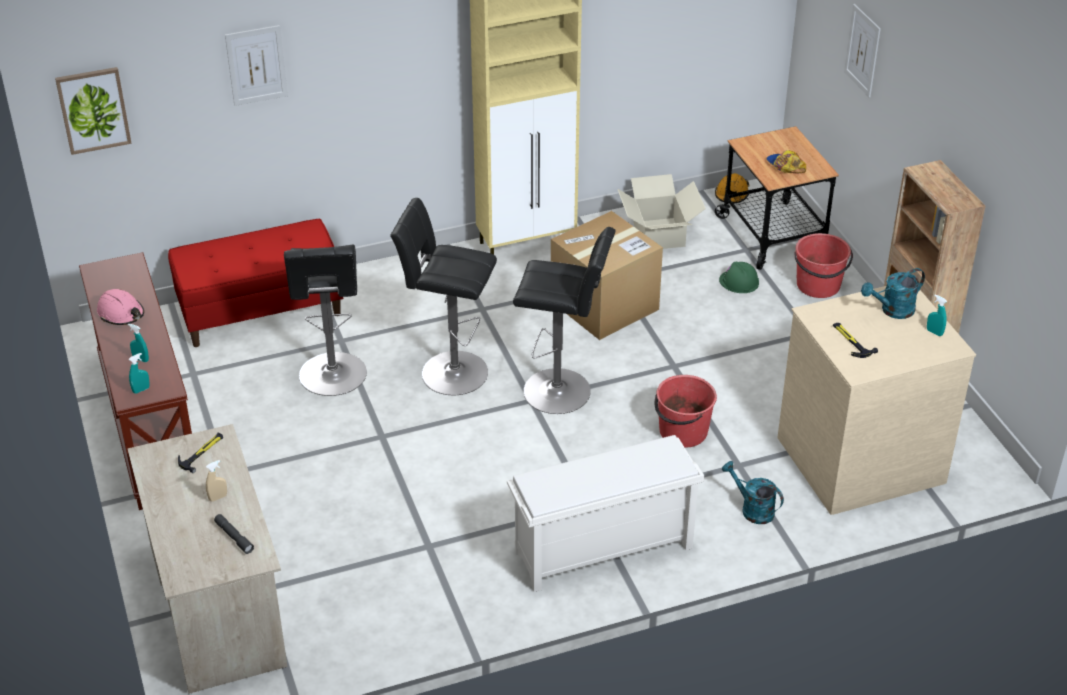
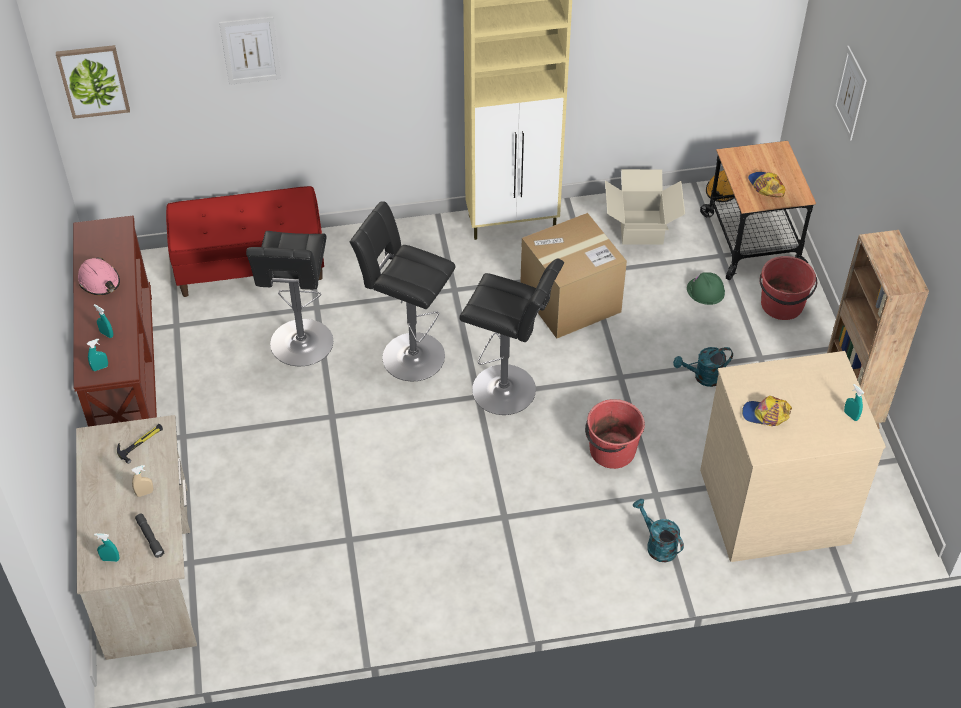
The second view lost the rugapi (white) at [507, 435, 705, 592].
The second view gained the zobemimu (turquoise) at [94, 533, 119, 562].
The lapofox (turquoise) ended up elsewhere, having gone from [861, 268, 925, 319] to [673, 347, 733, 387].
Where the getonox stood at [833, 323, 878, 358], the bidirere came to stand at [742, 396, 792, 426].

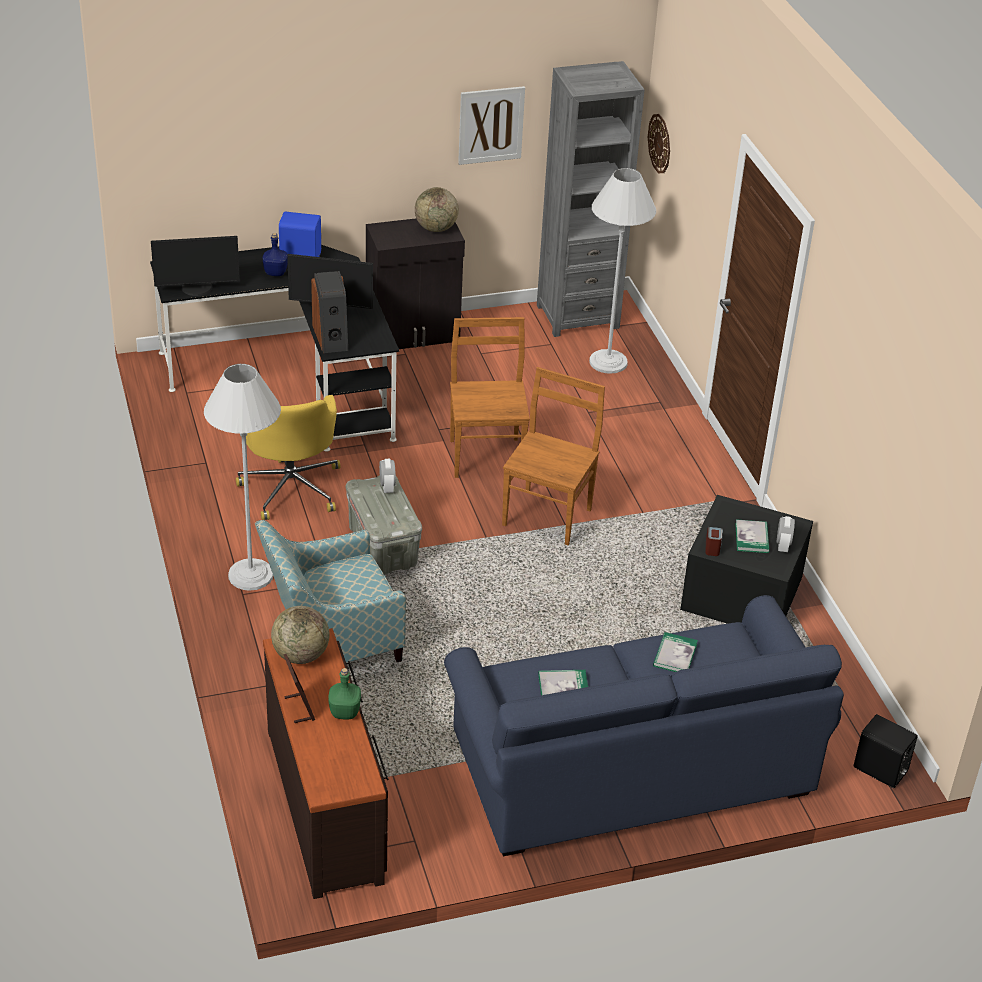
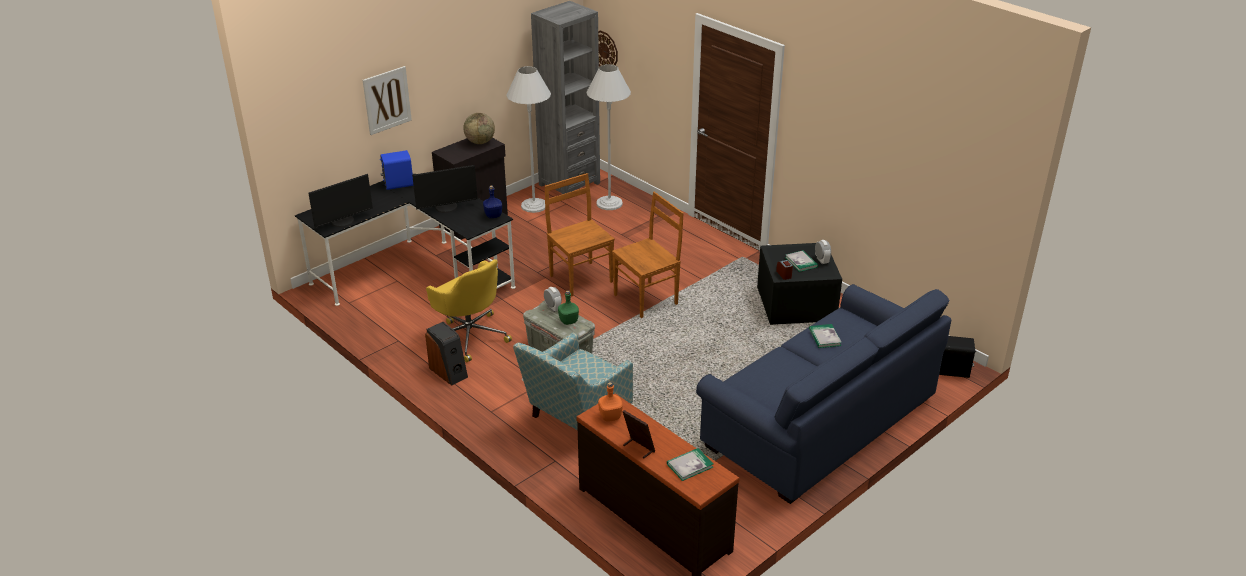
The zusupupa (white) ended up elsewhere, having gone from [204, 364, 281, 591] to [507, 66, 551, 213].
The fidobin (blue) ended up elsewhere, having gone from [263, 233, 288, 276] to [483, 185, 502, 218].
The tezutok ended up elsewhere, having gone from [311, 271, 348, 353] to [425, 322, 468, 385].
The fidobin (green) ended up elsewhere, having gone from [328, 668, 361, 720] to [558, 291, 579, 325].
The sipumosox ended up elsewhere, having gone from [458, 86, 525, 165] to [363, 66, 412, 135].
The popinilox ended up elsewhere, having gone from [538, 670, 588, 695] to [667, 448, 714, 481].
Where the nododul stood at [271, 606, 330, 664], the fidobin (orange) came to stand at [598, 382, 623, 421].
The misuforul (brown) at [502, 367, 605, 545] ended up facing another way, 60 degrees clockwise from before.

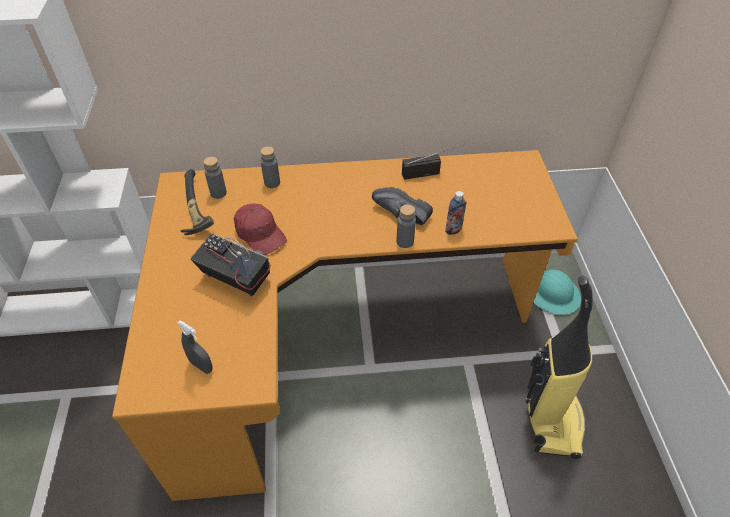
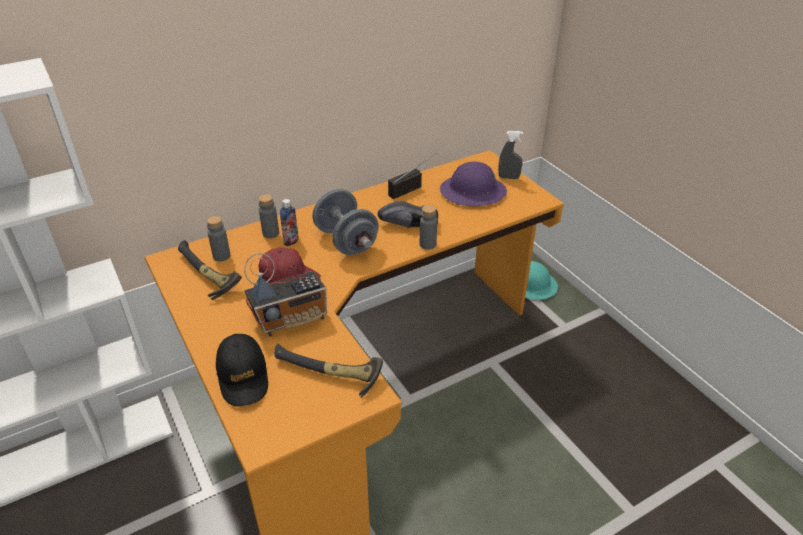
The second view lost the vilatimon at [525, 276, 593, 459].
The second view gained the bidirere (black) at [216, 334, 268, 406].
The second view gained the getonox at [274, 344, 383, 398].
The second view gained the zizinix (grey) at [313, 189, 379, 255].
The second view gained the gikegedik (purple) at [440, 161, 507, 206].
The zobemimu (grey) ended up elsewhere, having gone from [178, 320, 213, 374] to [498, 131, 523, 179].
The fidobin ended up elsewhere, having gone from [445, 191, 467, 235] to [280, 199, 299, 246].
The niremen at [190, 233, 271, 296] ended up facing another way, 150 degrees clockwise from before.

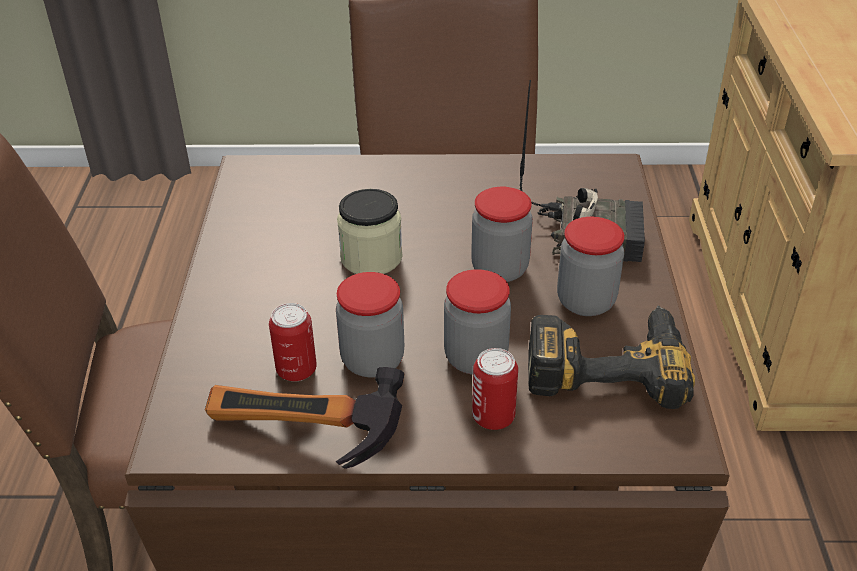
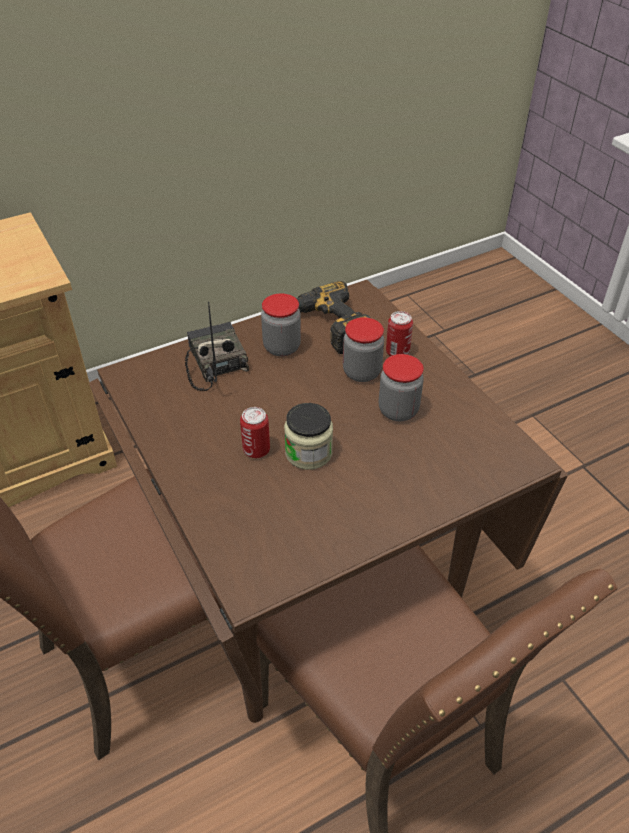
The second view lost the getonox at [205, 367, 404, 469].
The second view lost the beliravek at [471, 187, 533, 282].
The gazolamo ended up elsewhere, having gone from [269, 303, 317, 382] to [240, 407, 270, 458].

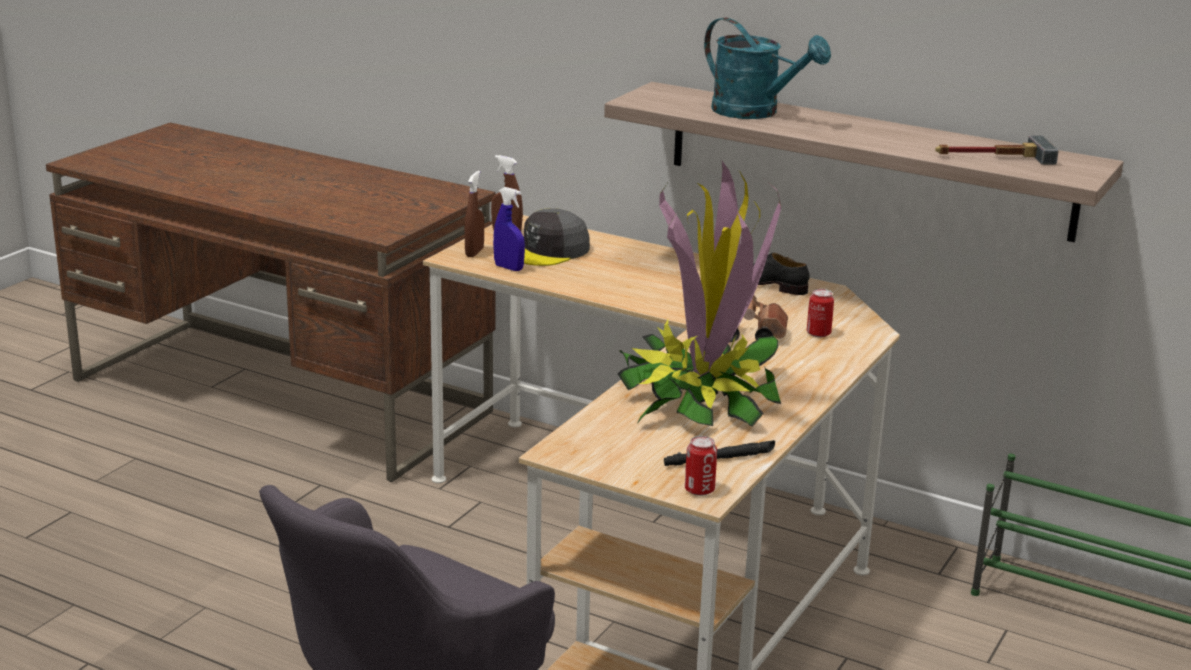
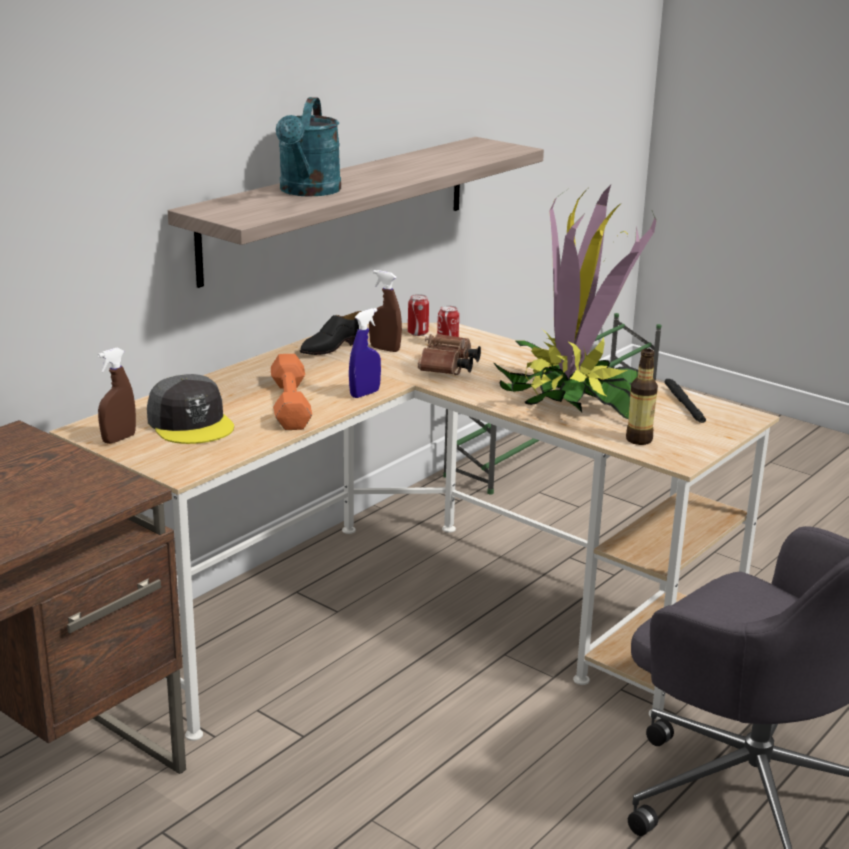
The second view lost the getonox at [935, 136, 1059, 165].
The second view gained the zizinix (orange) at [271, 354, 312, 430].
The second view gained the fidobin at [626, 348, 658, 445].
The zobemimu (brown) ended up elsewhere, having gone from [465, 171, 484, 257] to [369, 270, 402, 352].
The zobemimu (blue) ended up elsewhere, having gone from [493, 187, 525, 271] to [349, 308, 381, 398].
The gazolamo ended up elsewhere, having gone from [685, 436, 717, 496] to [408, 294, 429, 336].
The lapofox (turquoise) at [704, 18, 831, 119] ended up facing another way, 135 degrees clockwise from before.

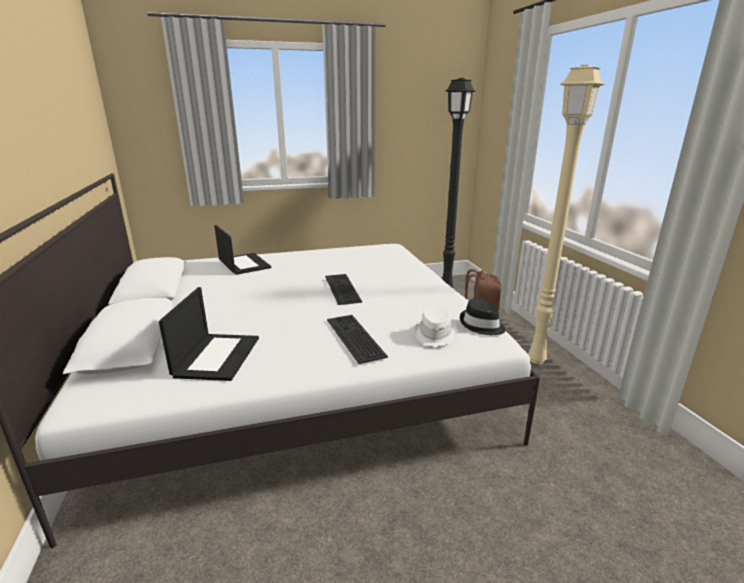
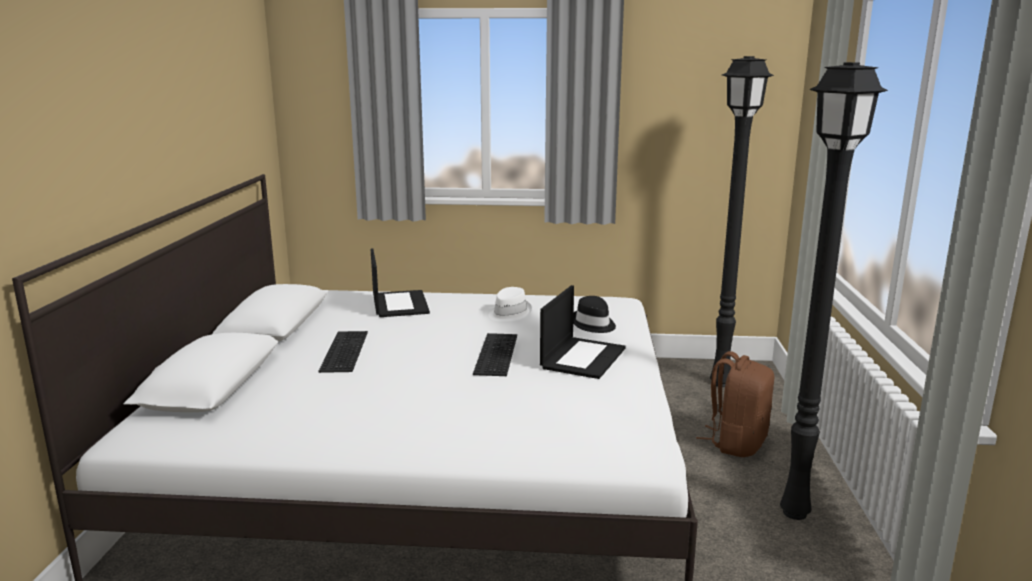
The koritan ended up elsewhere, having gone from [159, 287, 259, 381] to [540, 285, 626, 379].
The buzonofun ended up elsewhere, having gone from [327, 315, 388, 364] to [319, 331, 368, 373].
The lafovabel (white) ended up elsewhere, having gone from [414, 305, 457, 346] to [488, 287, 532, 322].
The lafovabel (black) ended up elsewhere, having gone from [460, 298, 505, 335] to [573, 296, 616, 333].
What was the zusupupa (beige) at [528, 65, 605, 364] turned into the zusupupa (black) at [780, 62, 888, 520].

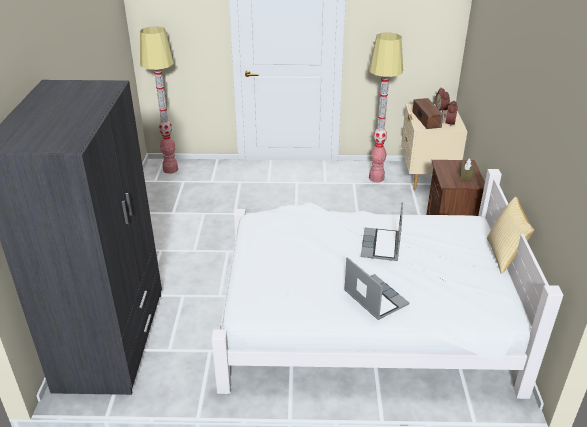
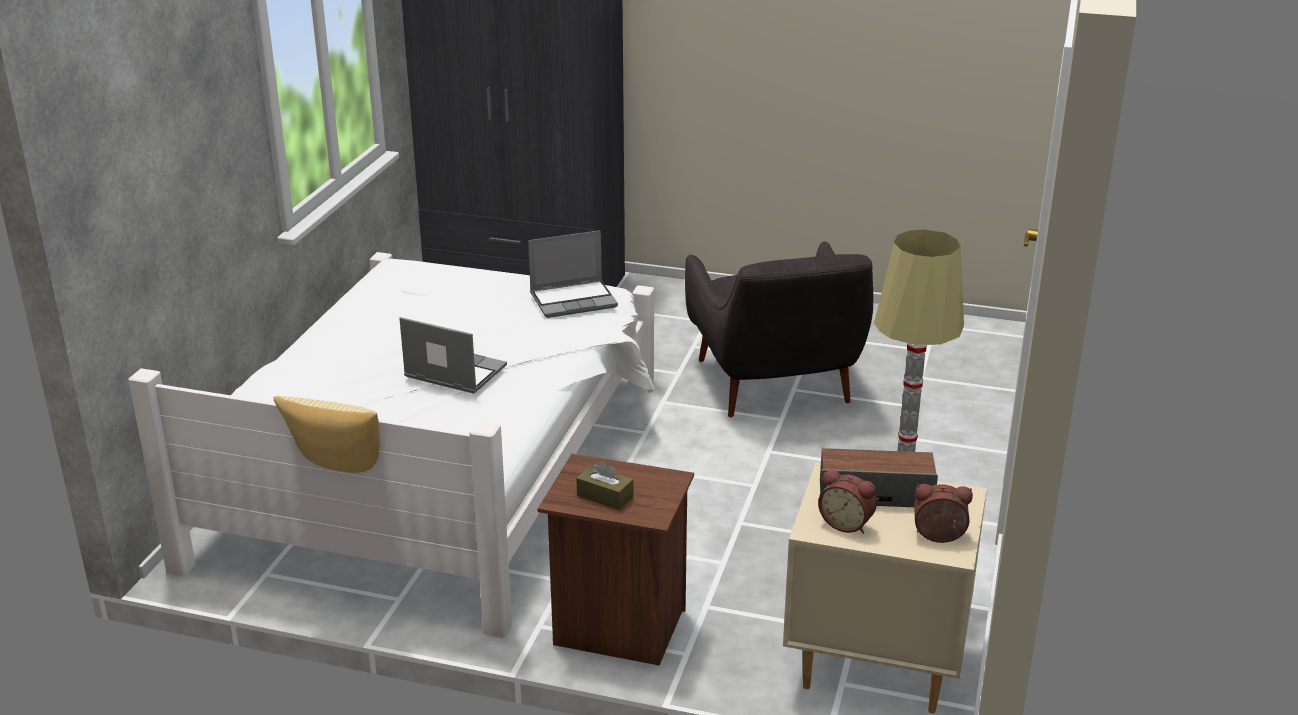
The second view lost the zusupupa at [140, 26, 178, 174].
The second view gained the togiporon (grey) at [685, 242, 873, 417].
The koritan ended up elsewhere, having gone from [344, 257, 409, 320] to [528, 230, 618, 318].

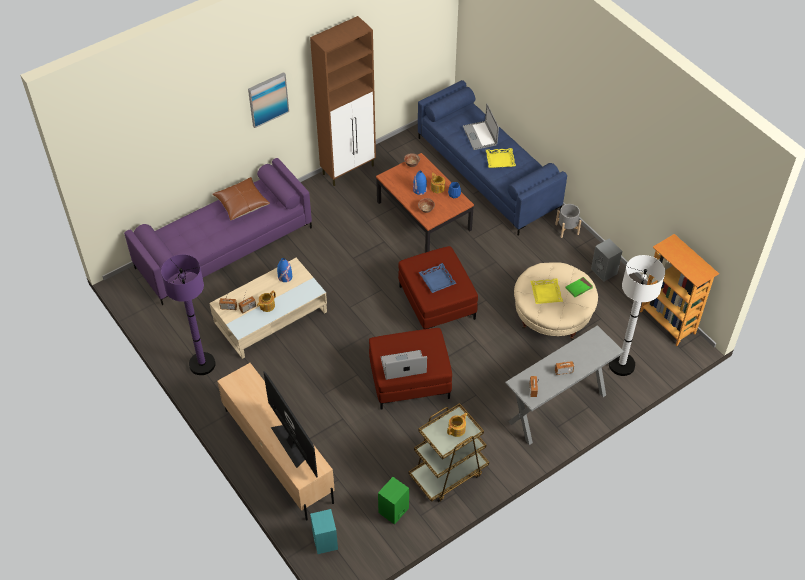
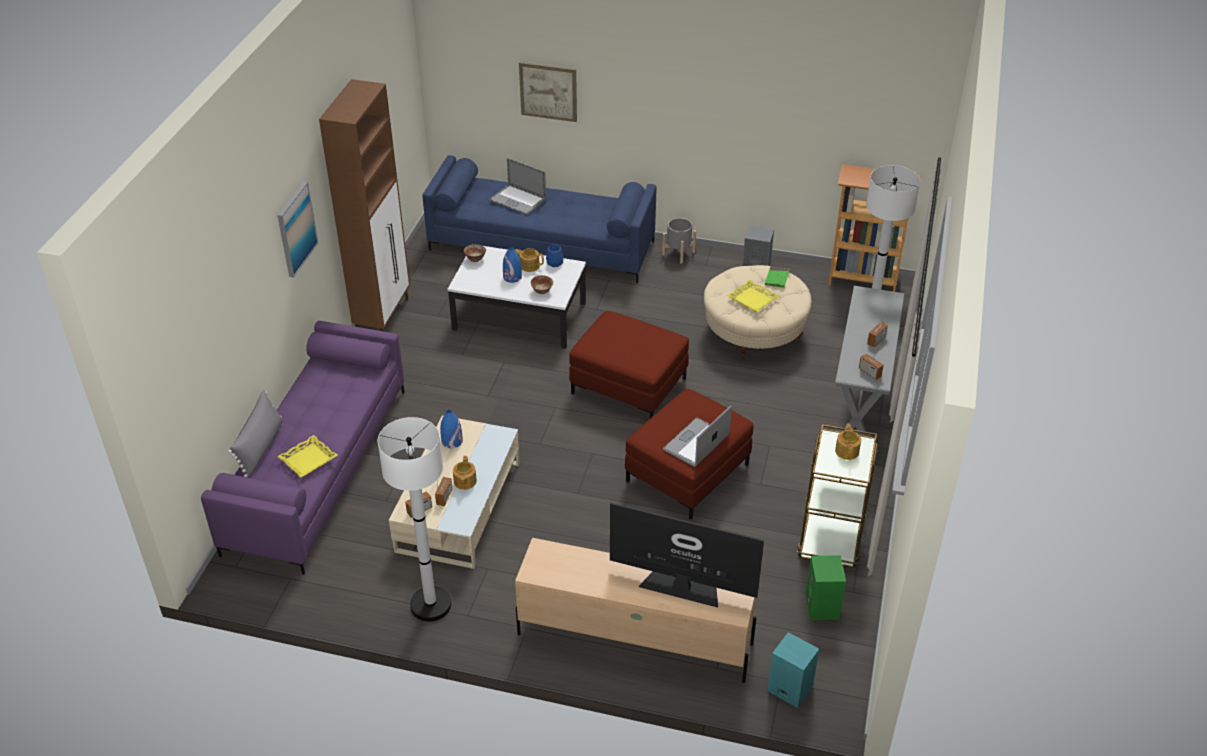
The second view lost the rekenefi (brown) at [212, 177, 270, 220].
The second view lost the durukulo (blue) at [419, 263, 457, 293].
The second view gained the rekenefi (grey) at [228, 390, 282, 477].
The second view gained the sipumosox at [519, 62, 577, 122].
The durukulo (yellow) ended up elsewhere, having gone from [486, 148, 516, 168] to [277, 435, 337, 477].
What was the zusupupa (purple) at [161, 254, 216, 375] turned into the zusupupa (white) at [378, 417, 451, 621].
What was the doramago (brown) at [376, 153, 474, 253] turned into the doramago (white) at [448, 246, 586, 349].

